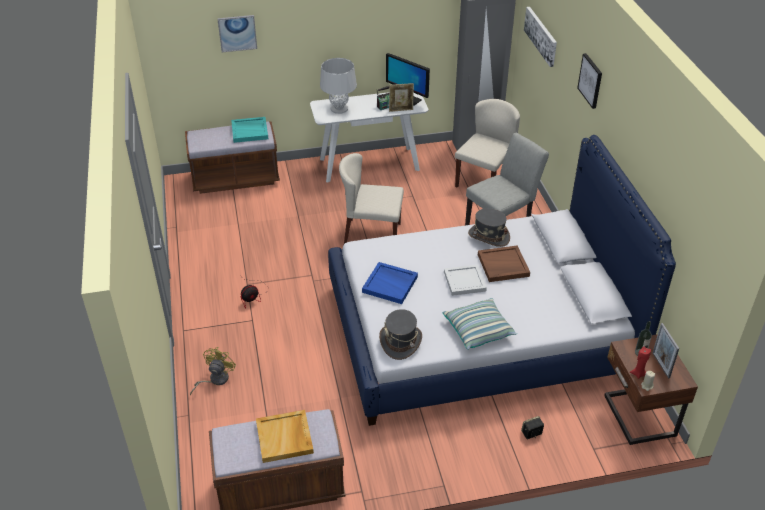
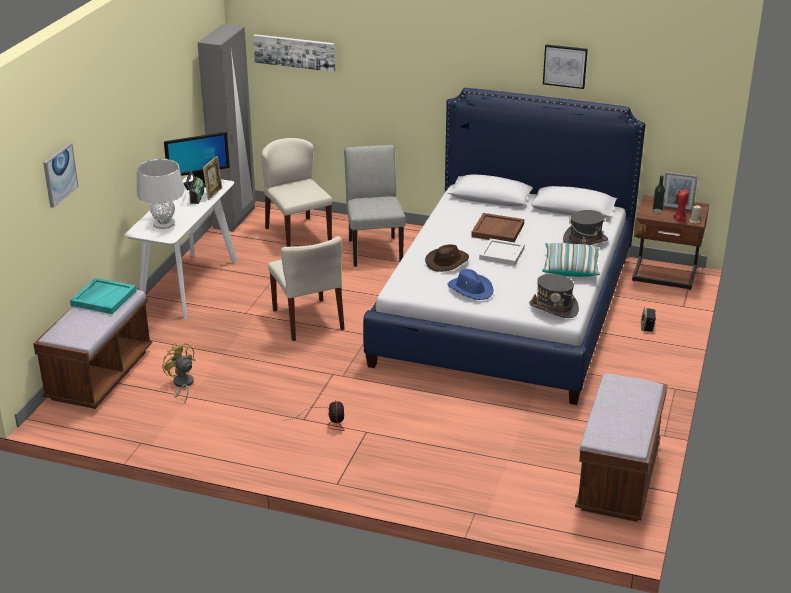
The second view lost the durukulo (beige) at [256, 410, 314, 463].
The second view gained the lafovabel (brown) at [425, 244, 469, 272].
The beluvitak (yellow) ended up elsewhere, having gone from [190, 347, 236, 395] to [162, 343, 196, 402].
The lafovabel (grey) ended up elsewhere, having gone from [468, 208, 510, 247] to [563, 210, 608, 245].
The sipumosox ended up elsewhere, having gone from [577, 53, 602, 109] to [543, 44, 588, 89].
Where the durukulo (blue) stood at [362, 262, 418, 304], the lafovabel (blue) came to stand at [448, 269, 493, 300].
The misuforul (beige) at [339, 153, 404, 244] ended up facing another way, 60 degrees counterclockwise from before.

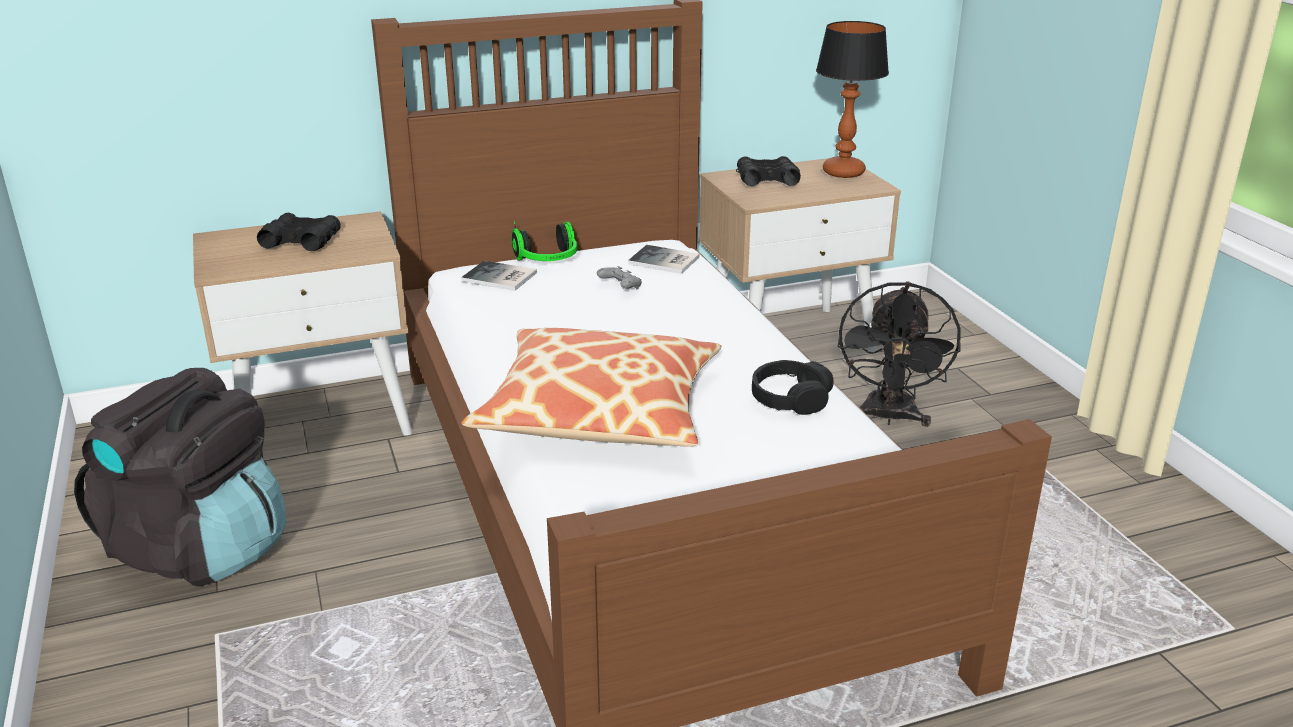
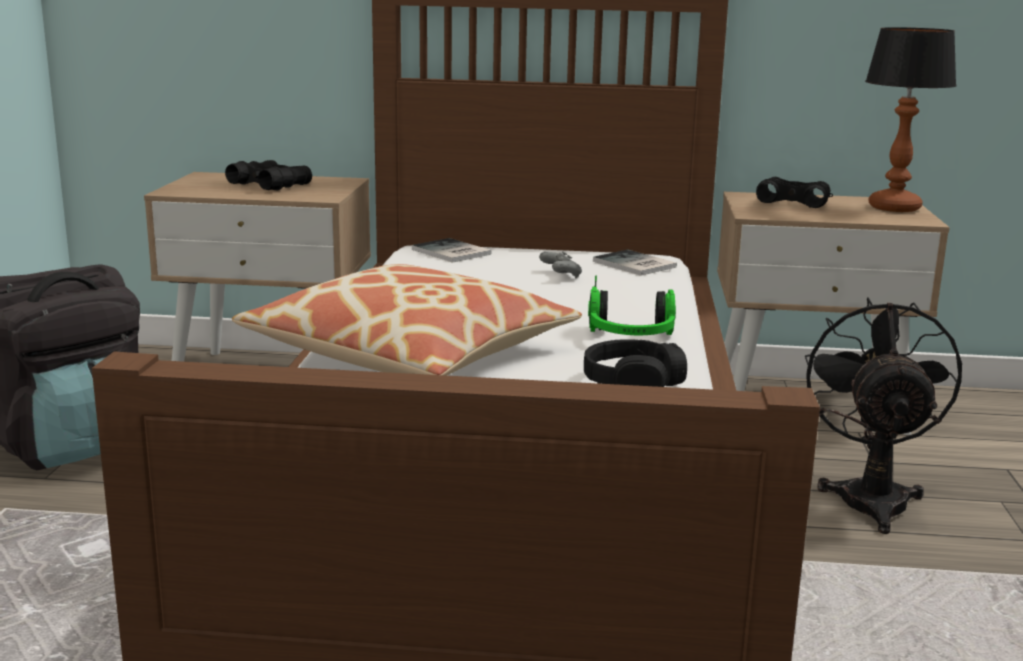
The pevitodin ended up elsewhere, having gone from [511, 221, 577, 261] to [588, 276, 676, 335].
The beluvitak (black) at [838, 281, 961, 427] ended up facing another way, 150 degrees clockwise from before.

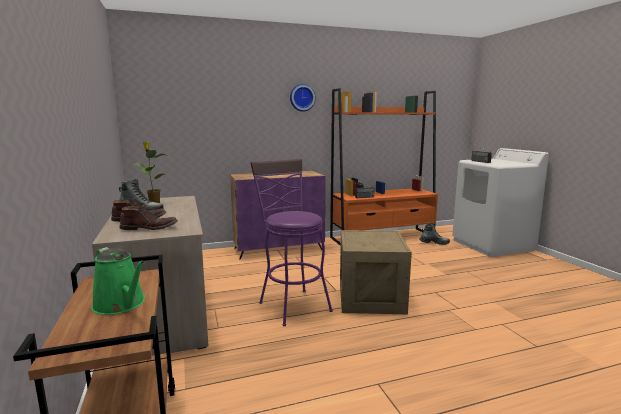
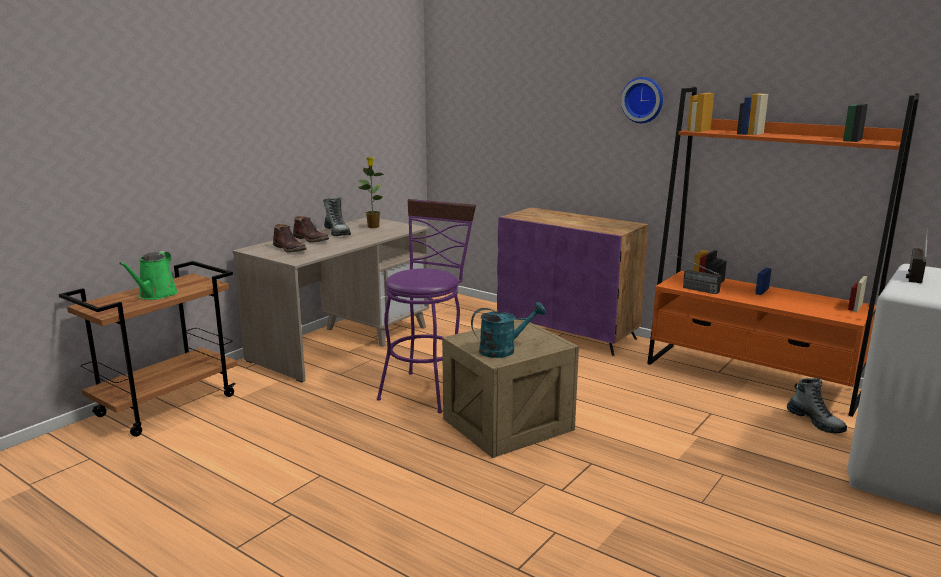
The second view gained the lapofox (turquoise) at [471, 302, 546, 358].

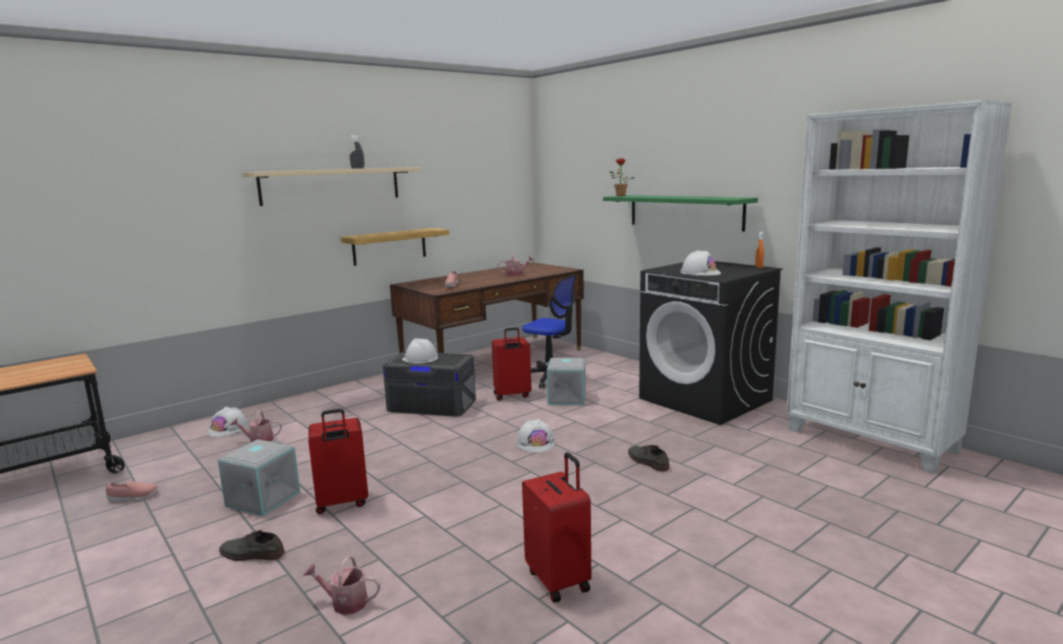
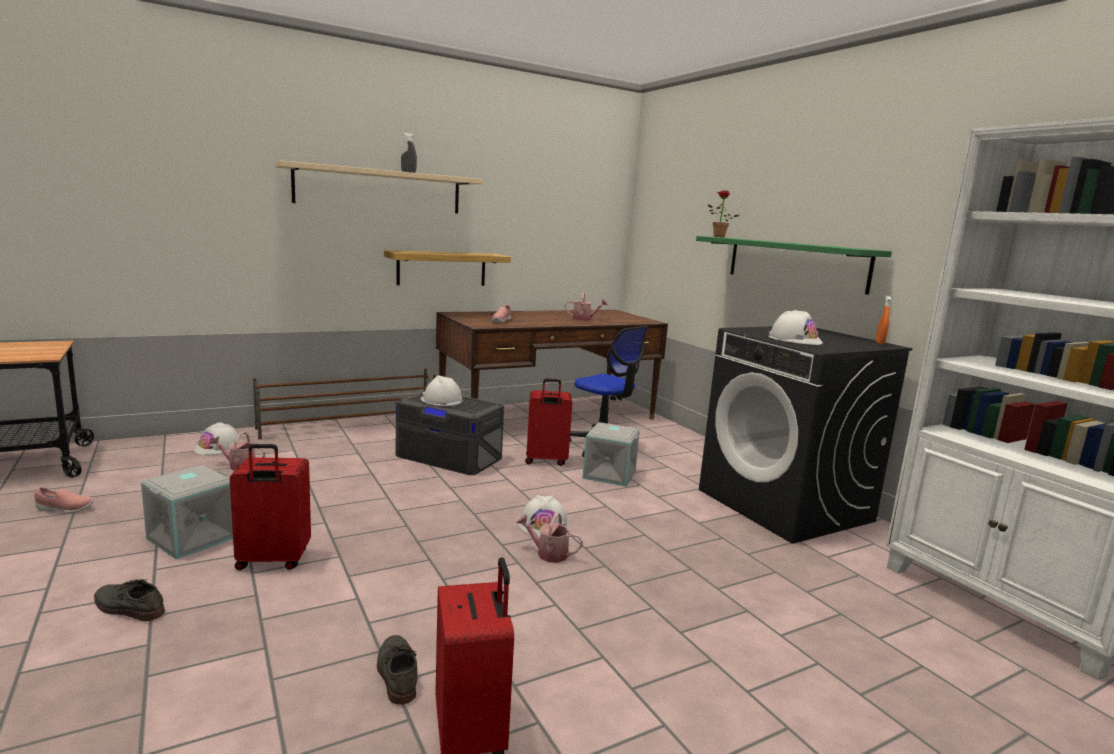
The second view gained the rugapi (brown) at [253, 368, 436, 440].
The lapofox ended up elsewhere, having gone from [303, 556, 380, 615] to [517, 513, 583, 563].
The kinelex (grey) ended up elsewhere, having gone from [628, 445, 670, 472] to [377, 635, 418, 704].

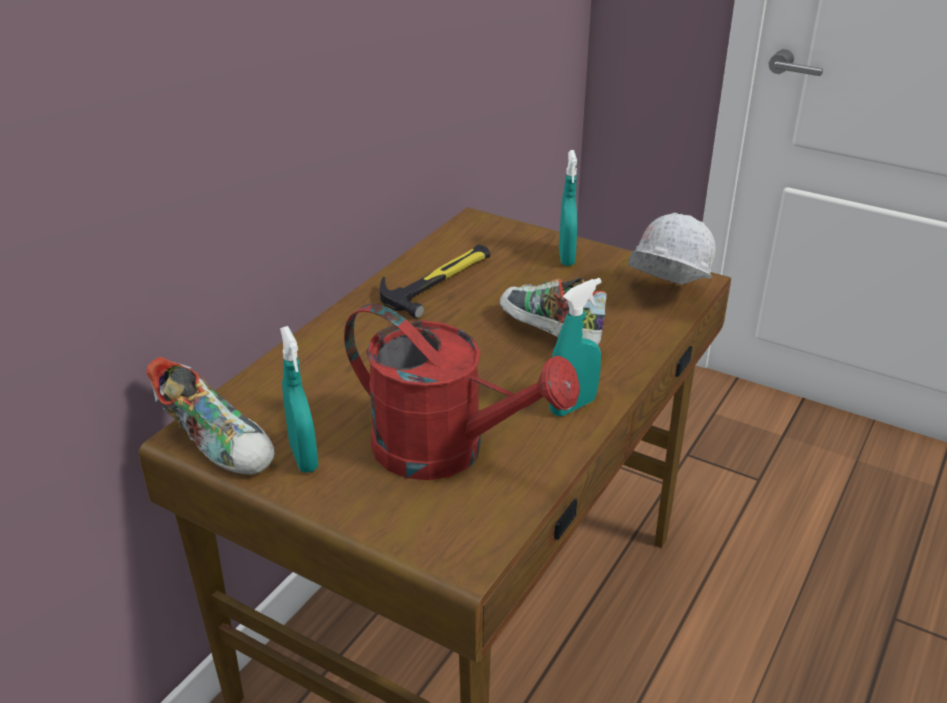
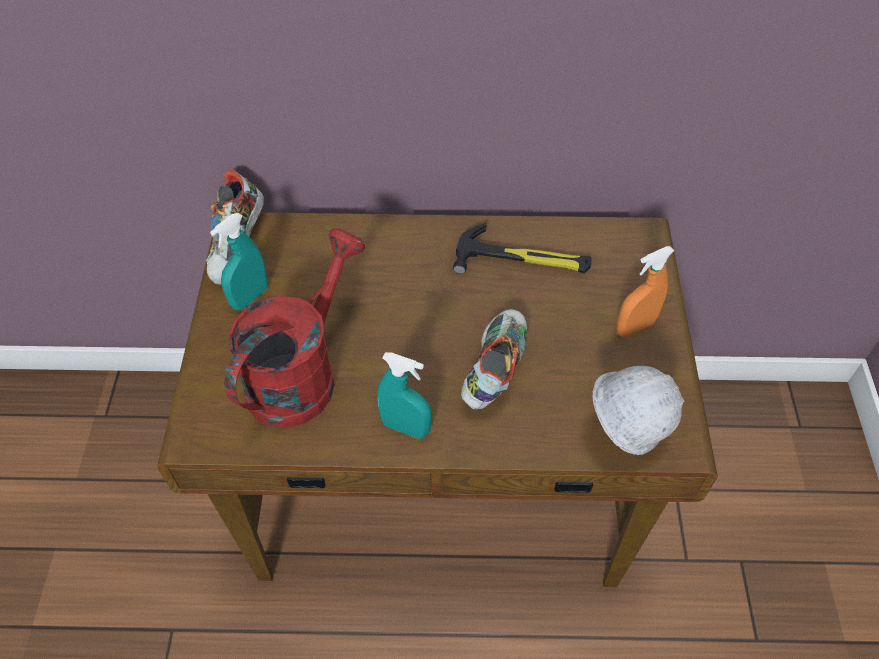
What was the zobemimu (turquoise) at [559, 150, 577, 266] turned into the zobemimu (orange) at [616, 246, 674, 337].
The lapofox (red) at [344, 303, 580, 480] ended up facing another way, 150 degrees counterclockwise from before.

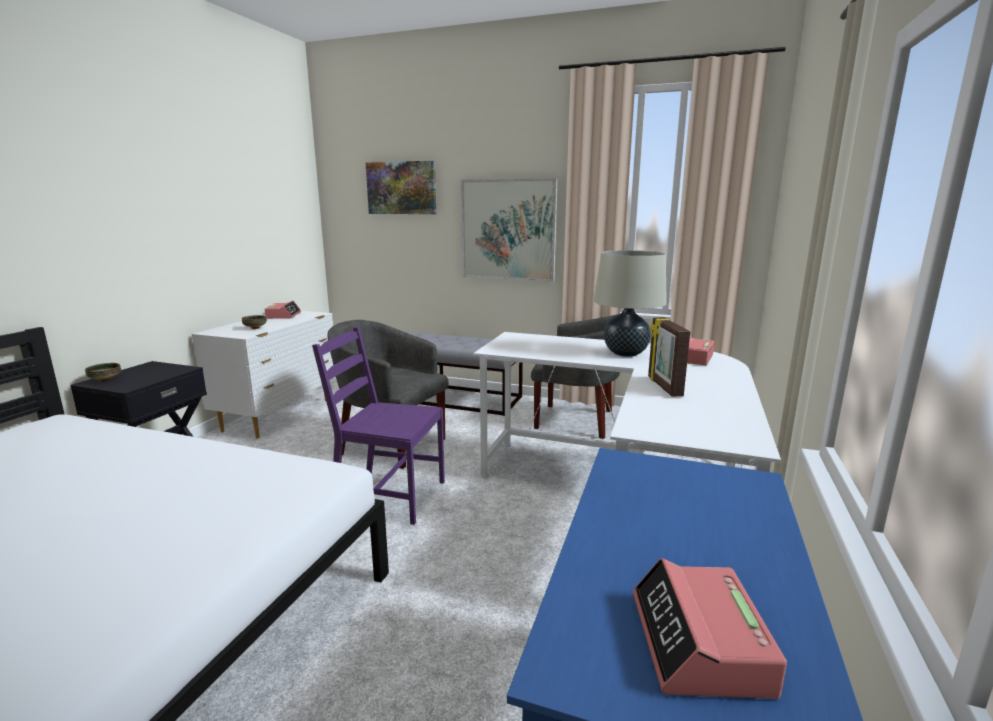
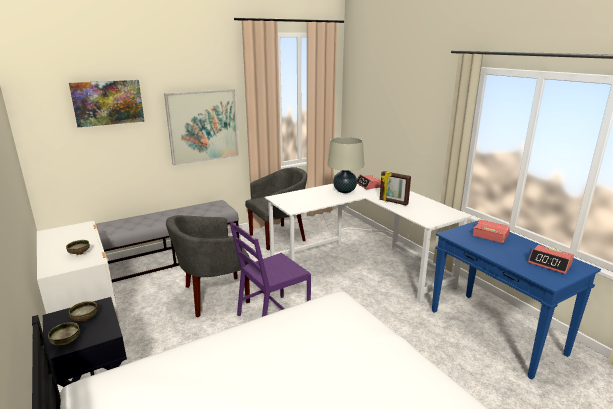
The second view gained the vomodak at [69, 301, 98, 321].
The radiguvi ended up elsewhere, having gone from [264, 301, 301, 319] to [473, 219, 510, 243].

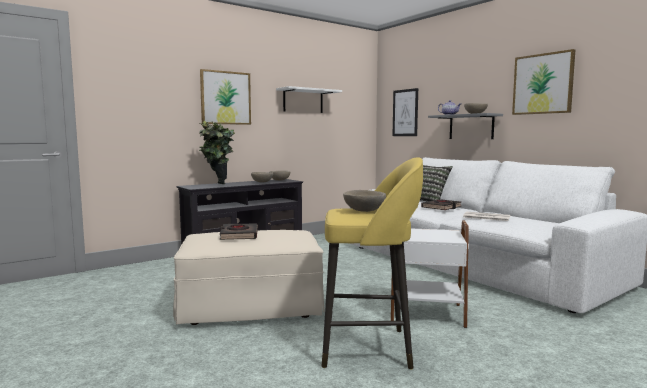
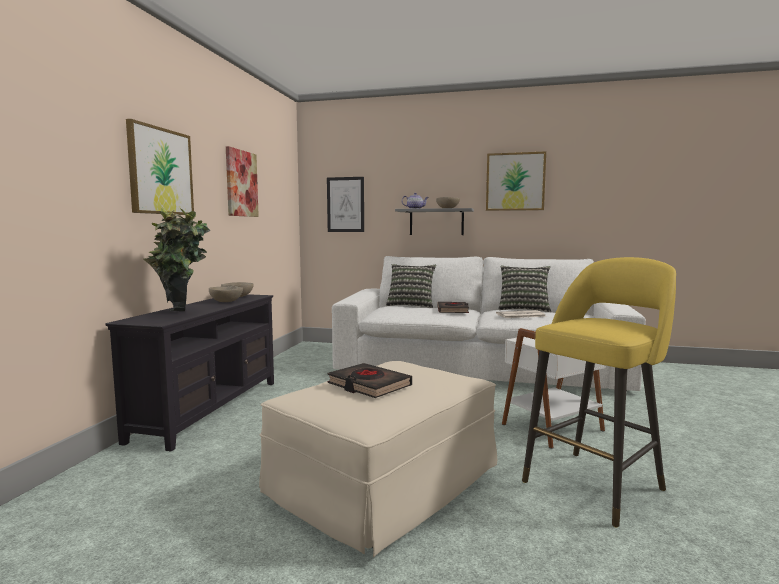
The second view lost the vomodak (beige) at [343, 190, 386, 212].
The second view gained the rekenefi at [499, 265, 551, 312].
Where the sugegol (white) hung at [276, 86, 342, 113], the sipumosox came to hang at [226, 146, 259, 217].

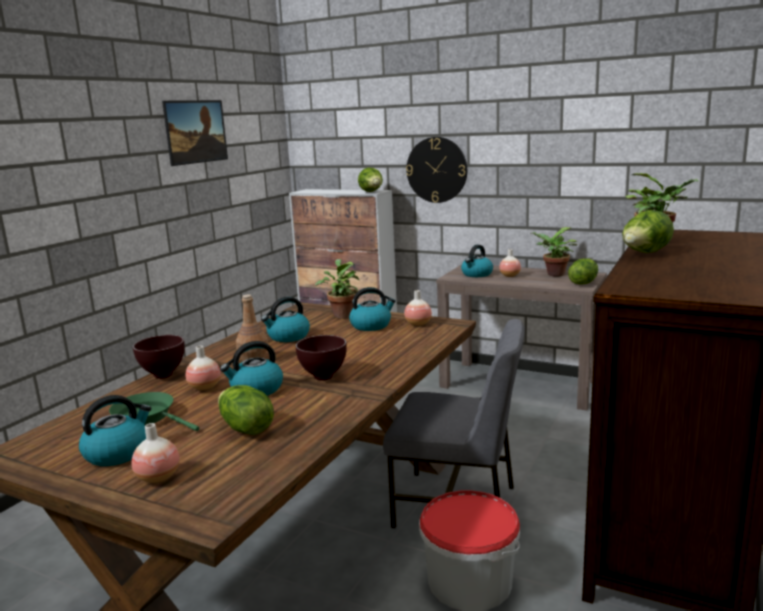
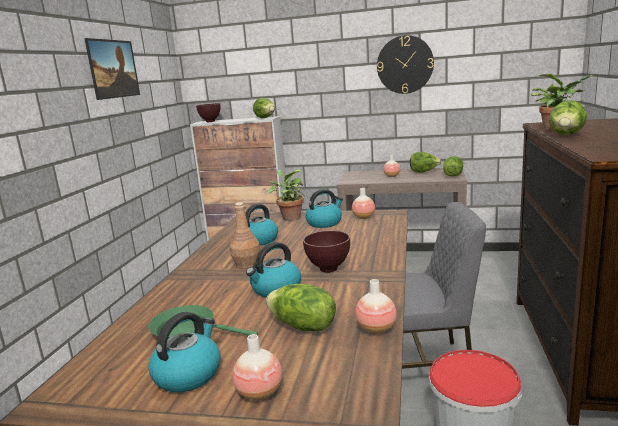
The second view lost the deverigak at [461, 245, 493, 277].
The vomodak (brown) ended up elsewhere, having gone from [133, 335, 185, 379] to [196, 103, 221, 122].
The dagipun ended up elsewhere, having gone from [185, 346, 221, 391] to [355, 279, 397, 334].
The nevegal ended up elsewhere, having gone from [406, 137, 467, 203] to [377, 35, 434, 94].
Where the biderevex stood at [530, 227, 578, 276], the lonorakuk came to stand at [410, 152, 442, 173].

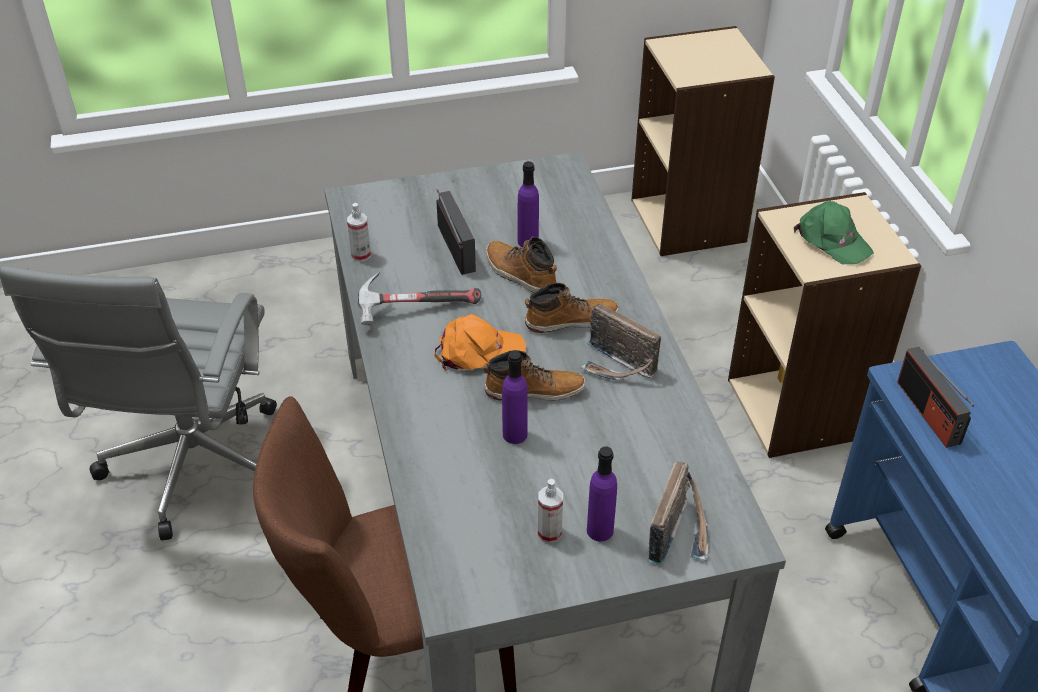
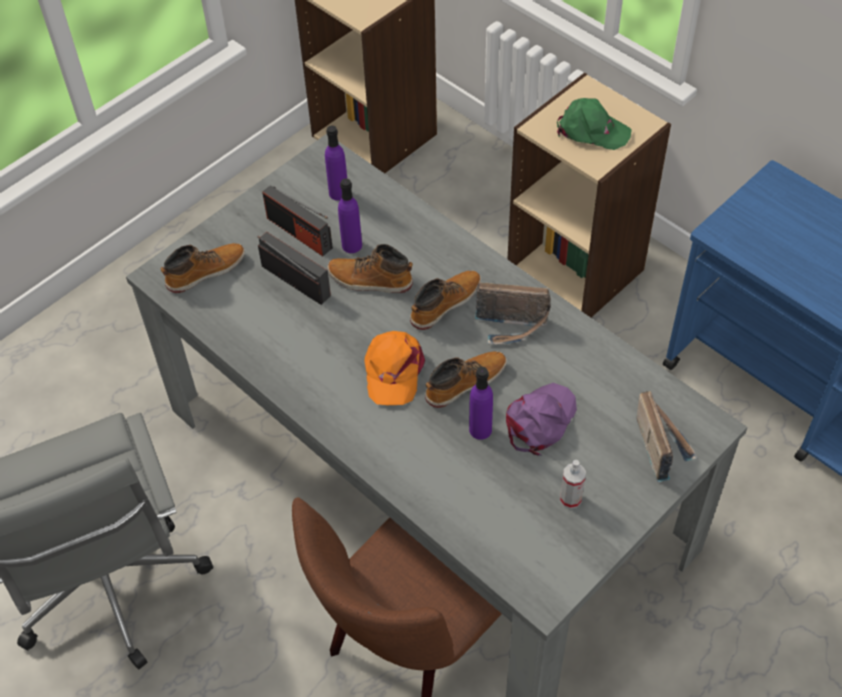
The second view lost the zobemimu at [347, 203, 371, 262].
The second view lost the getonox at [358, 272, 481, 325].
The second view gained the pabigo at [160, 243, 245, 293].
The second view gained the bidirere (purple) at [506, 383, 577, 456].
The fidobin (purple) ended up elsewhere, having gone from [587, 446, 617, 541] to [325, 126, 347, 201].
The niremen ended up elsewhere, having gone from [897, 347, 974, 448] to [262, 185, 333, 256].
The bidirere (orange) at [435, 314, 526, 372] ended up facing another way, 135 degrees clockwise from before.

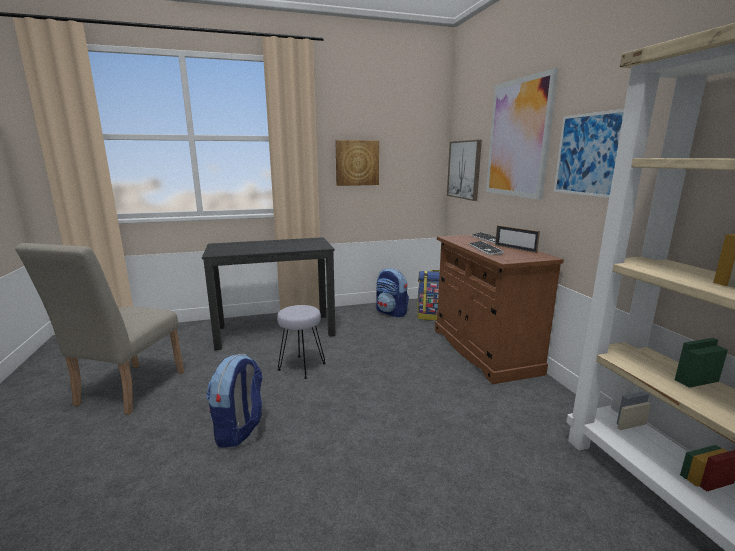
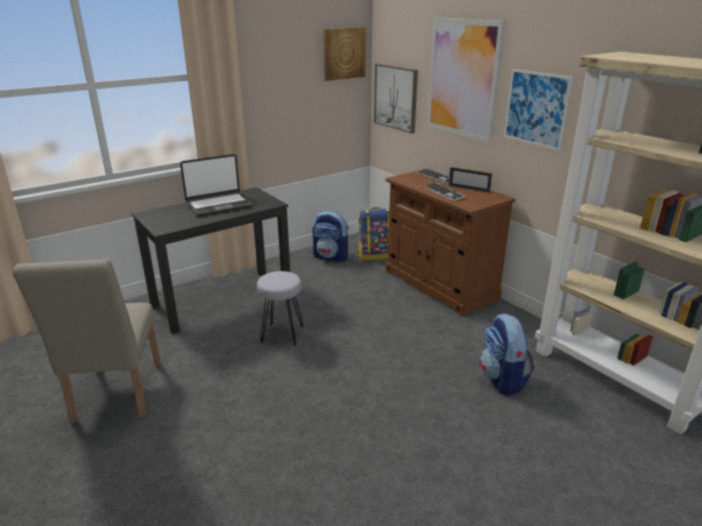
The second view gained the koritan at [180, 154, 253, 216].
The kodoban ended up elsewhere, having gone from [206, 354, 263, 448] to [479, 313, 534, 396].
The sipumosox ended up elsewhere, having gone from [335, 140, 379, 186] to [324, 27, 366, 81].

